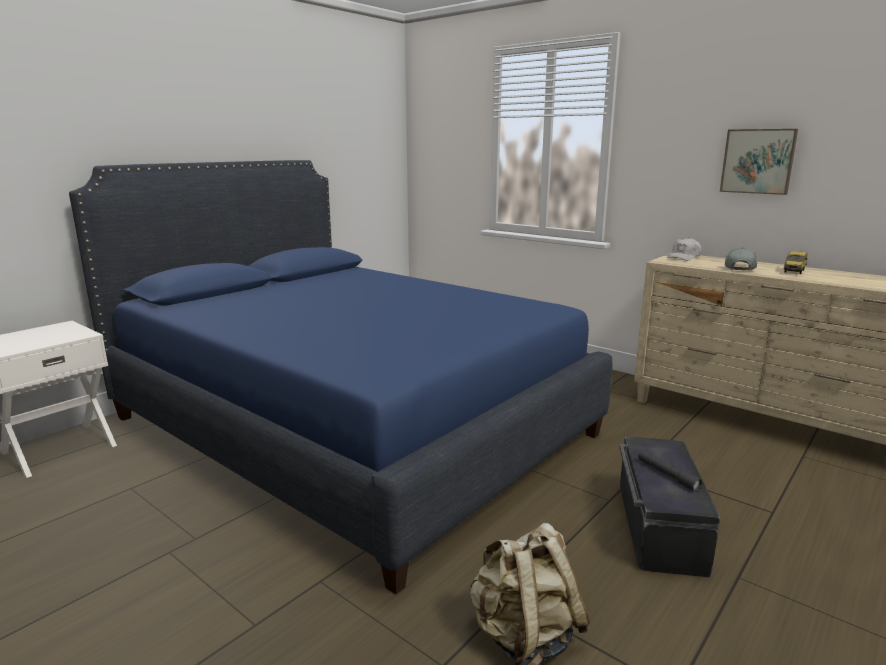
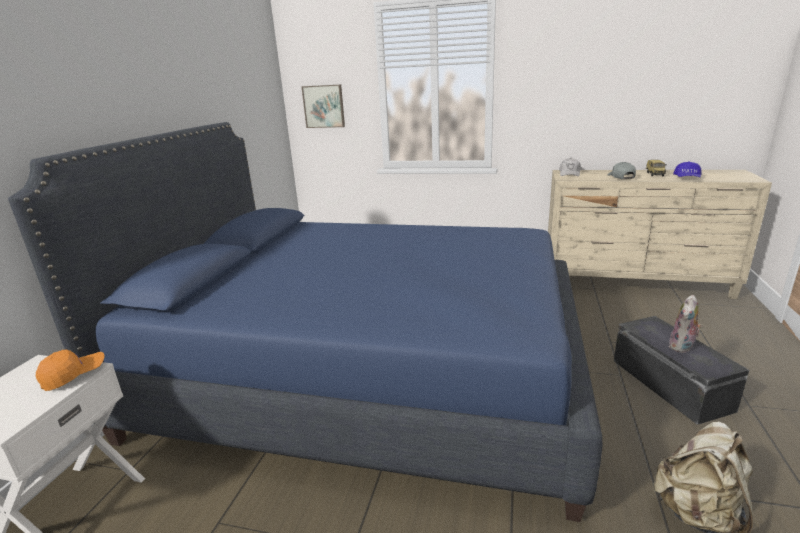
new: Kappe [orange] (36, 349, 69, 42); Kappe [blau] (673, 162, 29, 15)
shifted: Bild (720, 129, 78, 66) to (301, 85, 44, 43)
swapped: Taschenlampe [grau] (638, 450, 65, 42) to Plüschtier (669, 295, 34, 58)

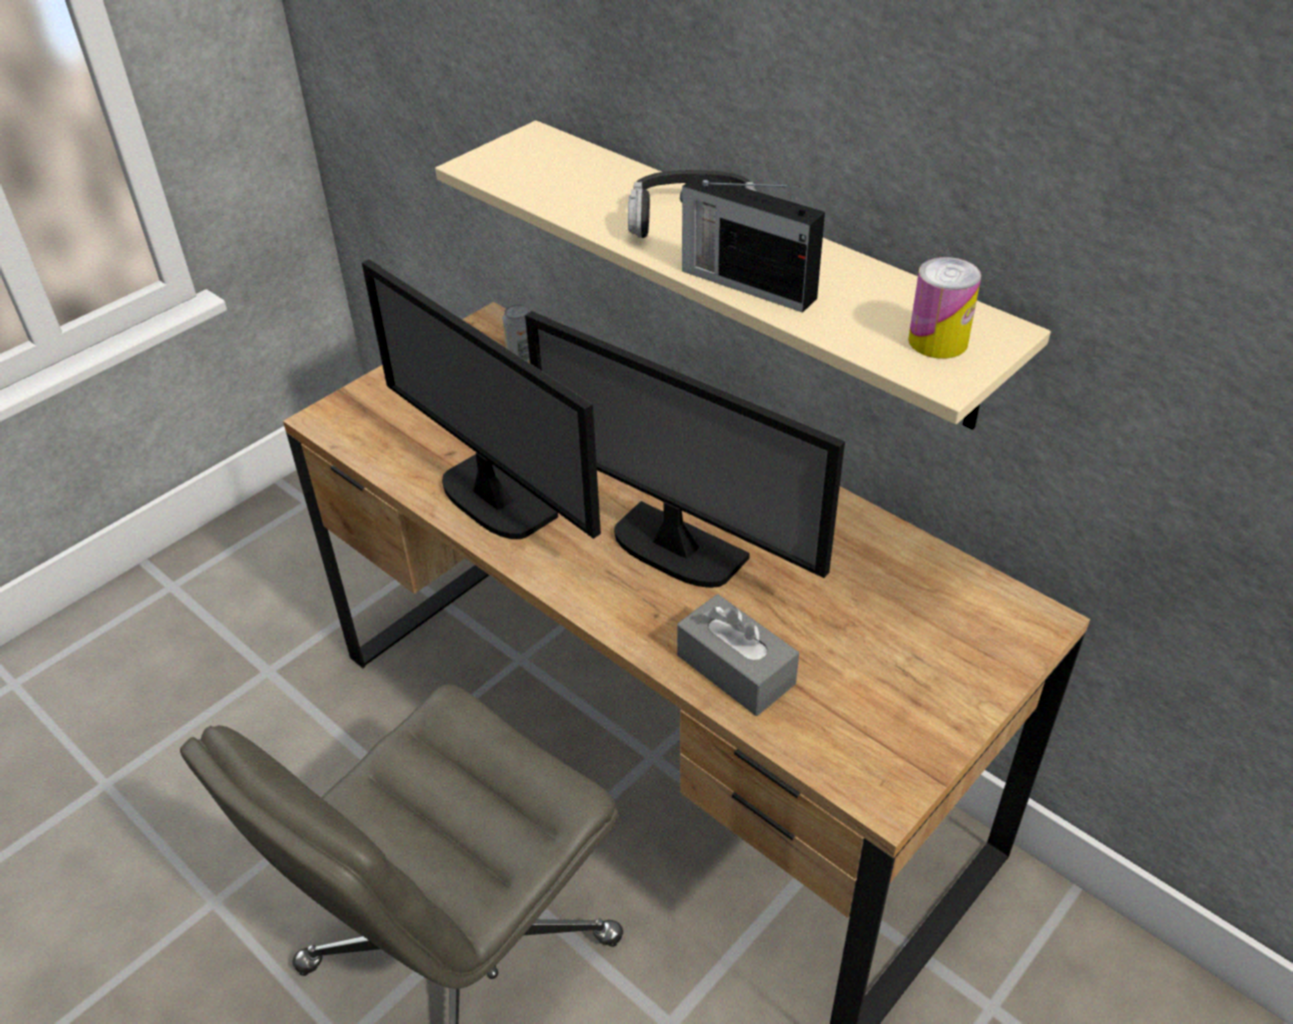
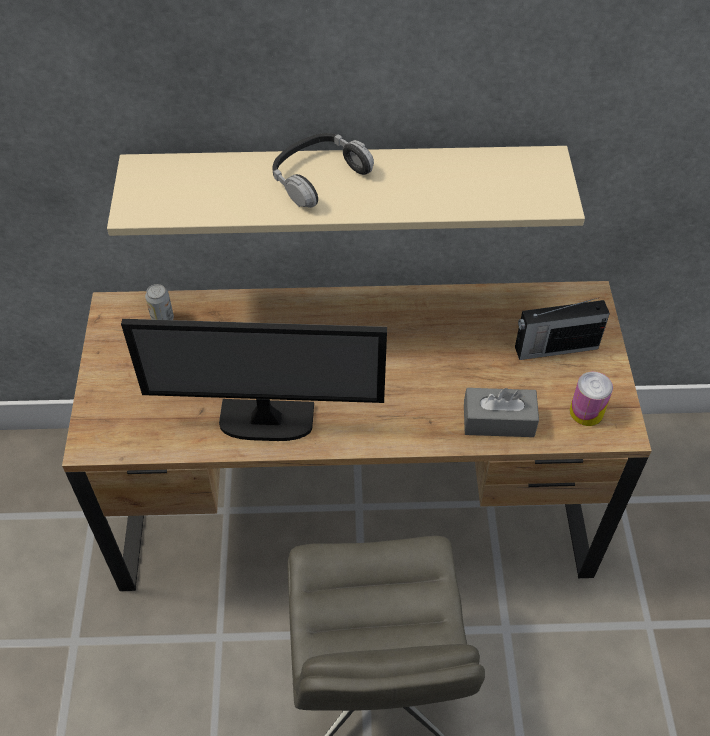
gone: Monitor (525, 311, 320, 277)
shifted: Radio (680, 174, 145, 139) to (515, 298, 95, 62); Dose (908, 257, 73, 102) to (570, 372, 43, 54)

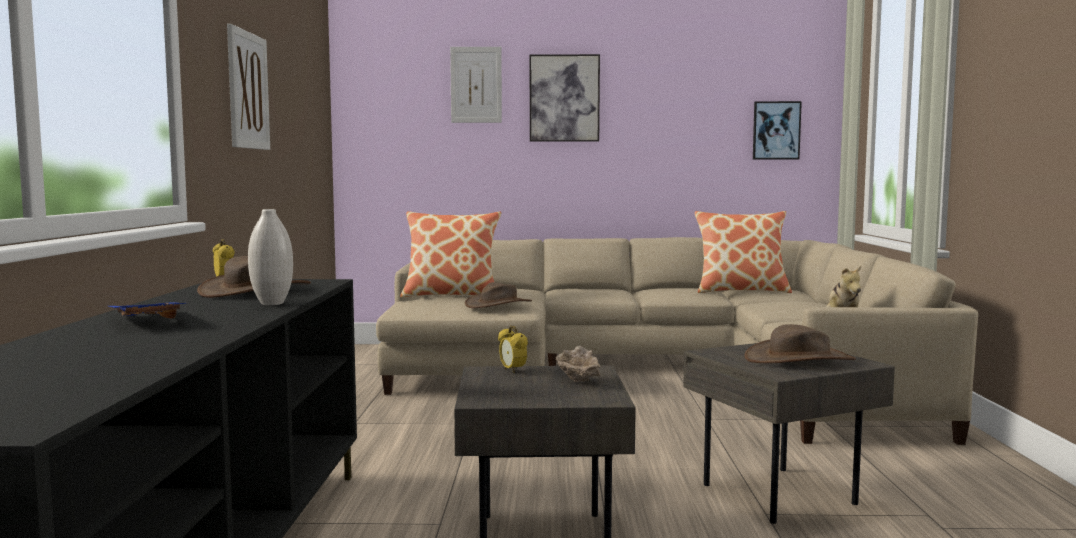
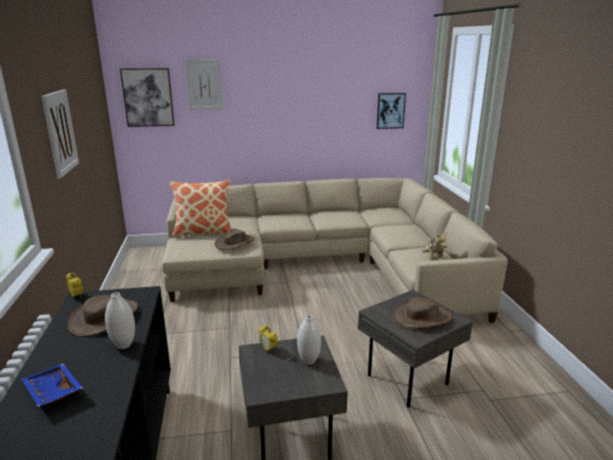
gone: Kissen (695, 211, 97, 82)
shifted: Bild (530, 54, 70, 88) to (120, 68, 54, 59)
swapped: Schüssel [beige] (556, 346, 44, 36) to Vase [weiß] (297, 315, 24, 50)

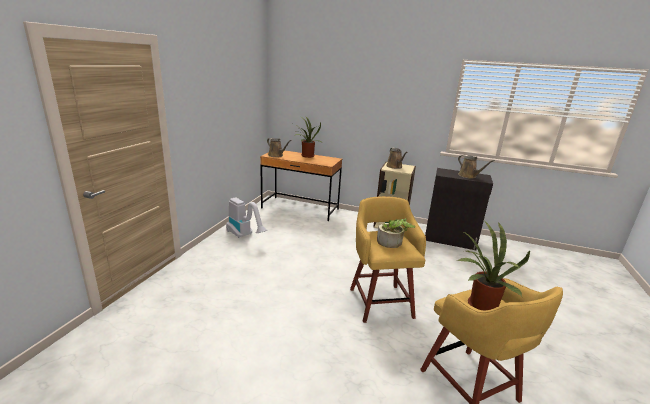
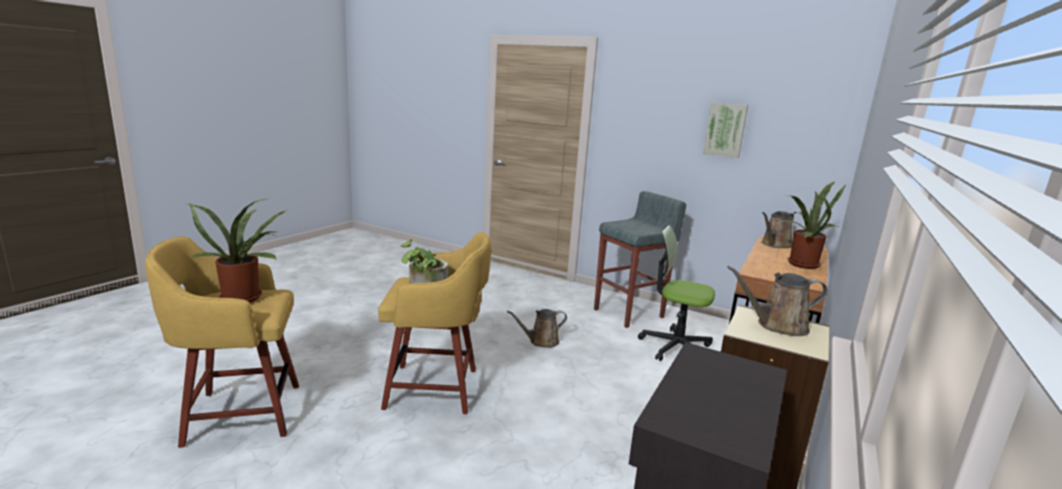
new: Bürostuhl (638, 225, 77, 136); Bild (703, 103, 45, 55)
shifted: Gießkanne [braun] (458, 155, 37, 24) to (507, 309, 60, 39)
swapped: Staubsauger (226, 197, 41, 41) to Hocker [grau] (594, 191, 92, 137)

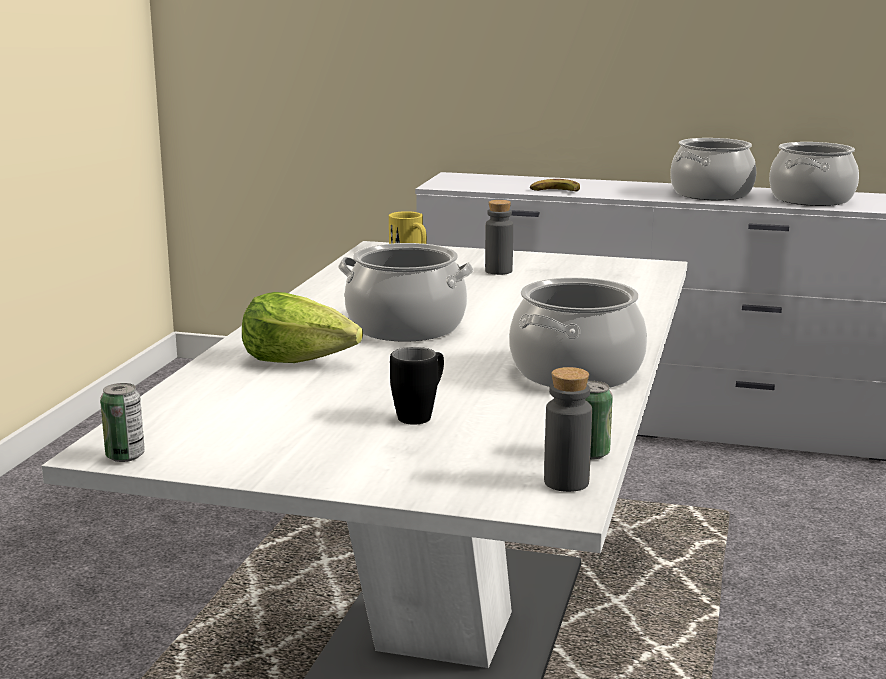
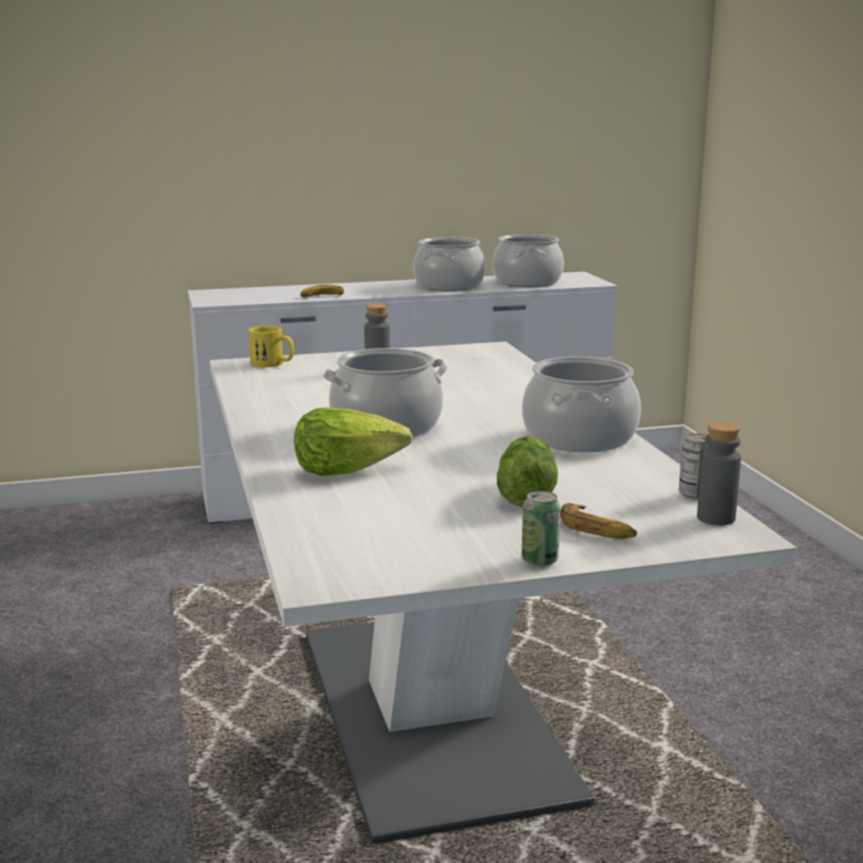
new: Banane (560, 503, 77, 36)
shifted: Dose (100, 383, 45, 79) to (522, 491, 38, 76)
swapped: Henkelbecher [schwarz] (390, 347, 54, 78) to Salatkopf (497, 436, 61, 71)

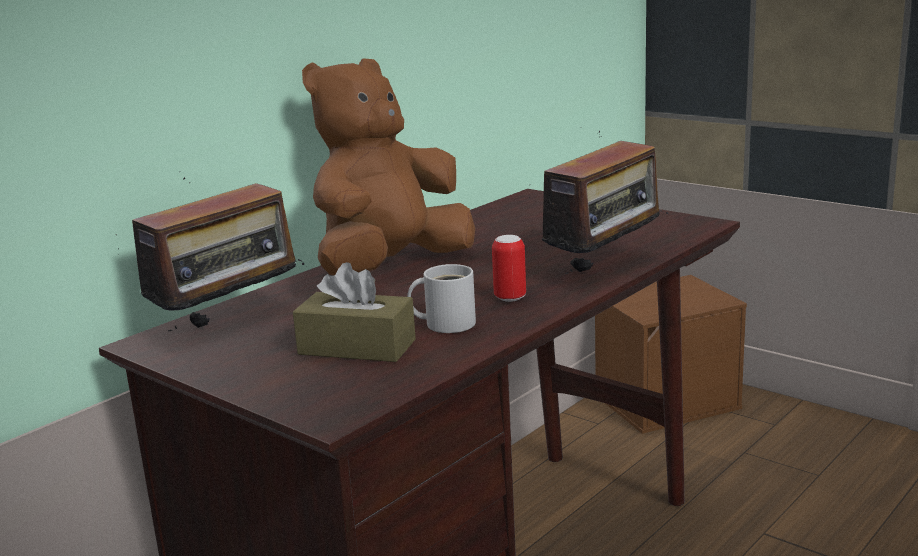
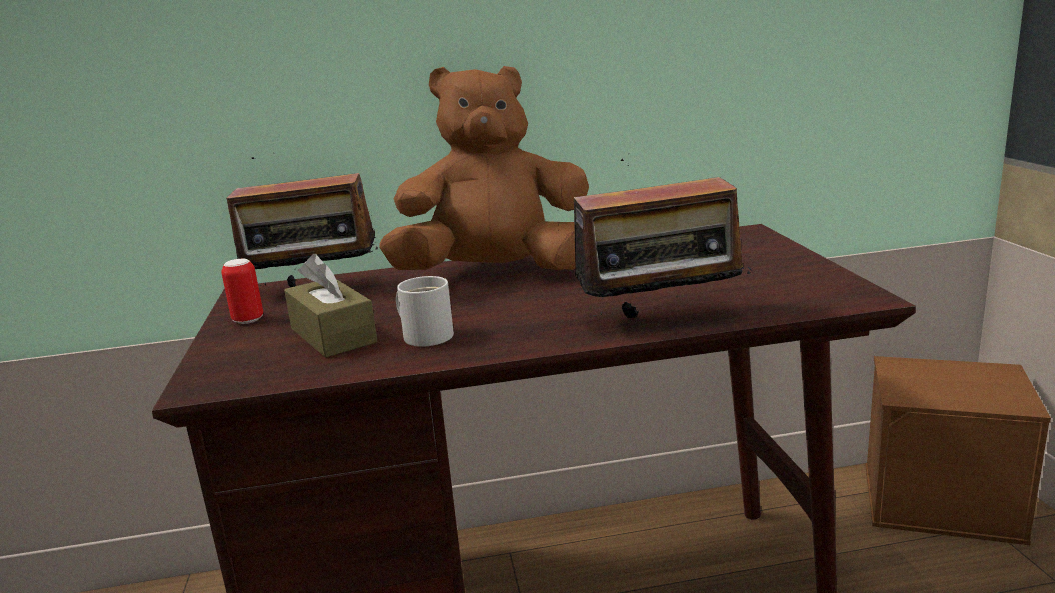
shifted: Dose (492, 235, 34, 67) to (222, 259, 41, 65)

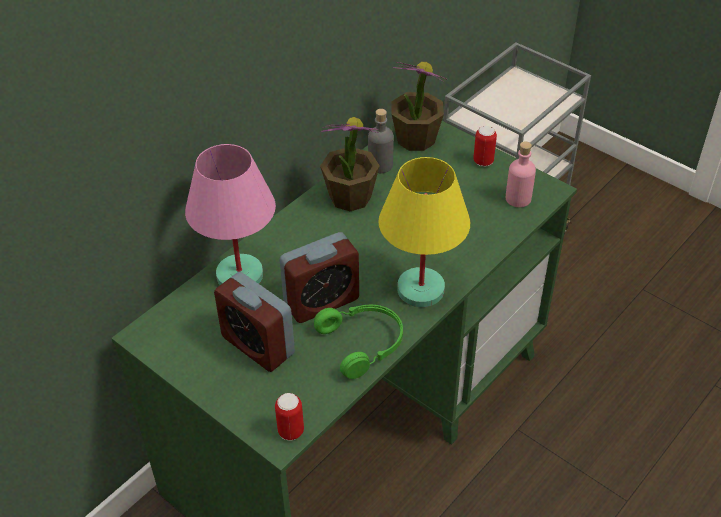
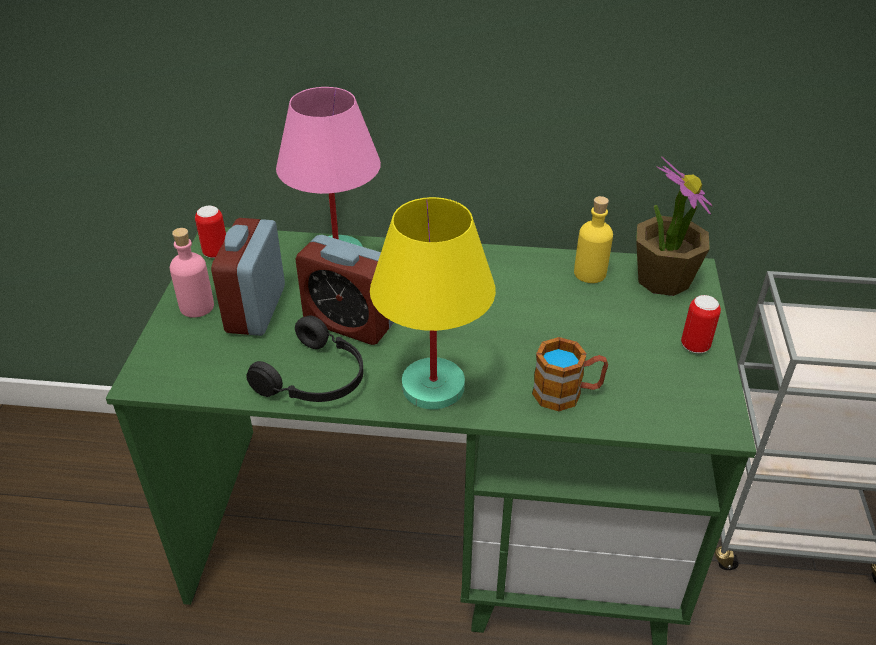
gone: Topfpflanze (320, 117, 60, 94)
new: Henkelbecher (532, 337, 76, 74)
shifted: Dose (275, 393, 29, 47) to (195, 206, 31, 52); Flasche [rosa] (505, 141, 31, 66) to (170, 228, 44, 90)
repainted: Kopfhörer [grün] (314, 305, 89, 74) to Kopfhörer [schwarz] (246, 315, 118, 87); Flasche [grau] (368, 109, 26, 64) to Flasche [gelb] (574, 196, 39, 87)

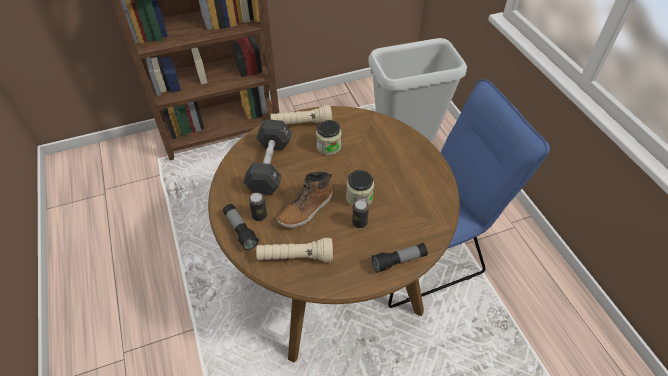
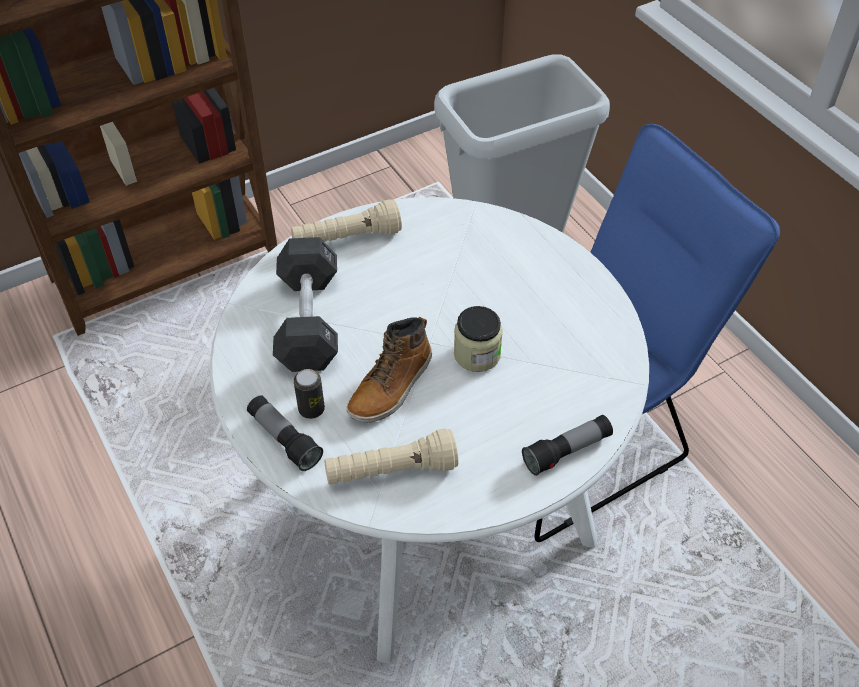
gone: Vorratsglas (316, 120, 26, 35); Dose (352, 200, 17, 28)
repainted: Esstisch [braun] (208, 106, 252, 257) to Esstisch [weiß] (210, 197, 439, 466)

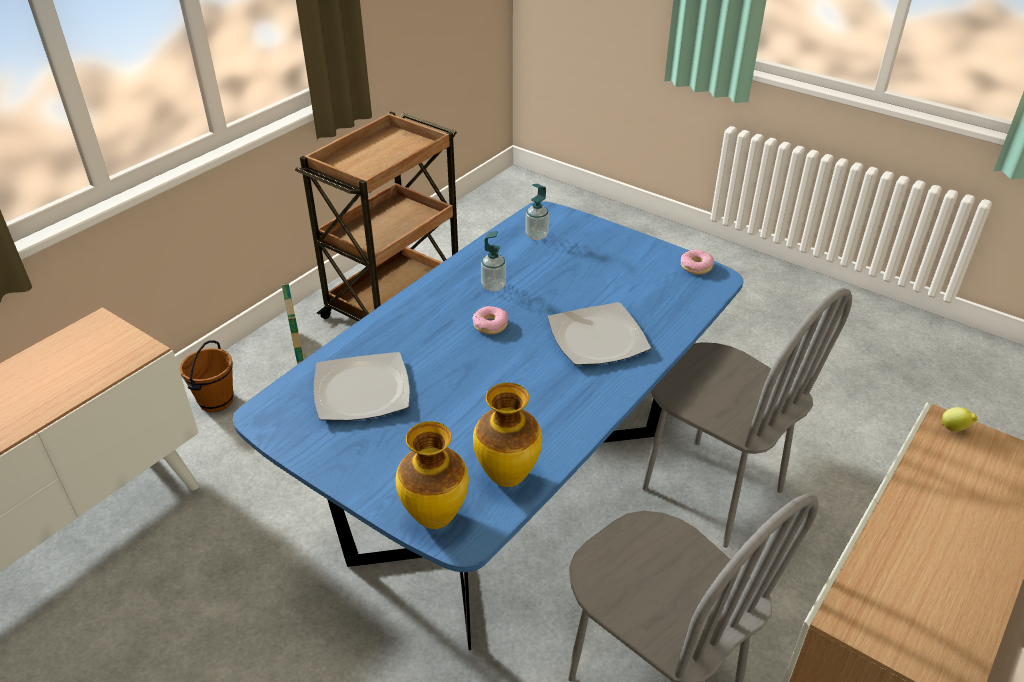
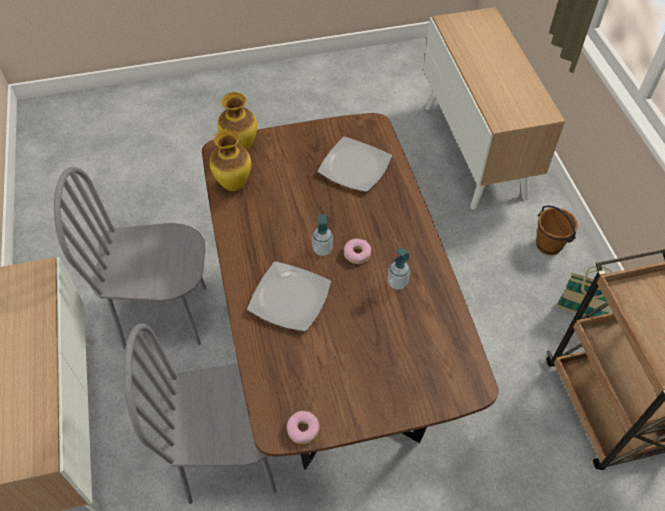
gone: Zitrone (941, 407, 37, 25)
shifted: Seifenspender (525, 184, 24, 56) to (312, 214, 21, 42)
repainted: Esstisch [blau] (233, 201, 510, 449) to Esstisch [braun] (202, 113, 297, 357)

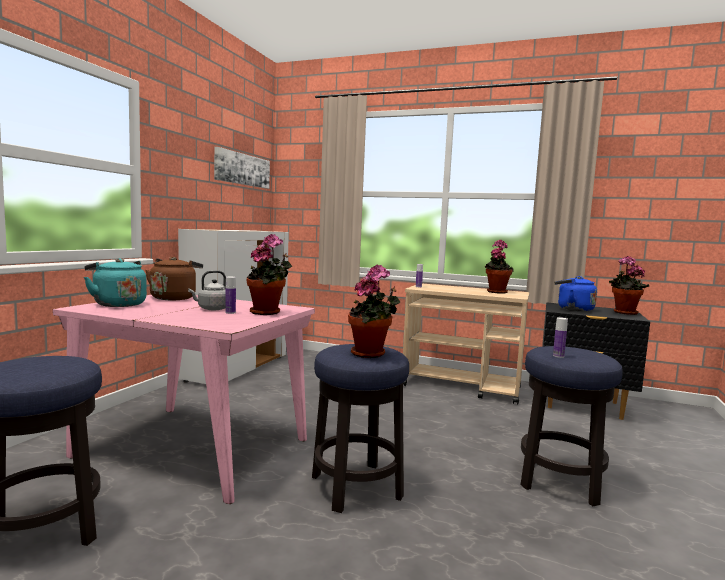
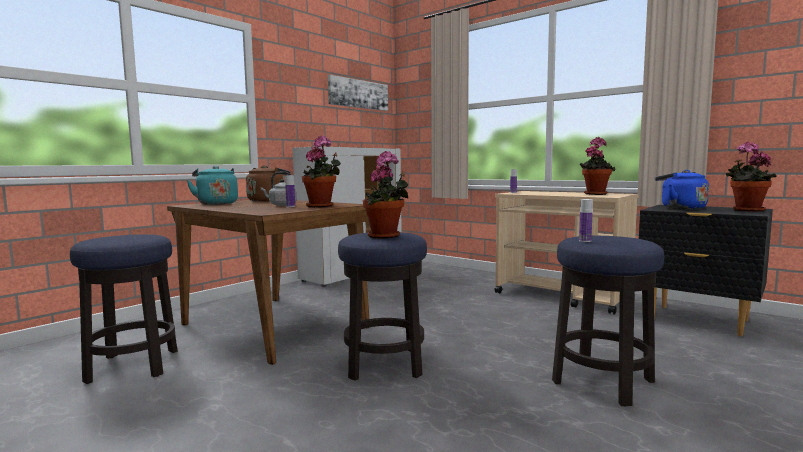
repainted: Esstisch [rosa] (53, 295, 262, 209) to Esstisch [braun] (167, 200, 203, 165)

